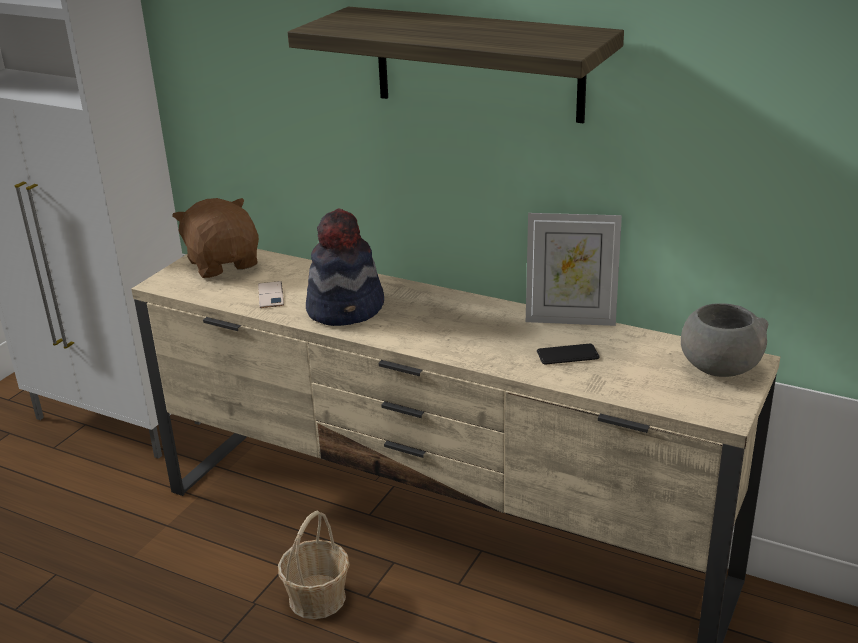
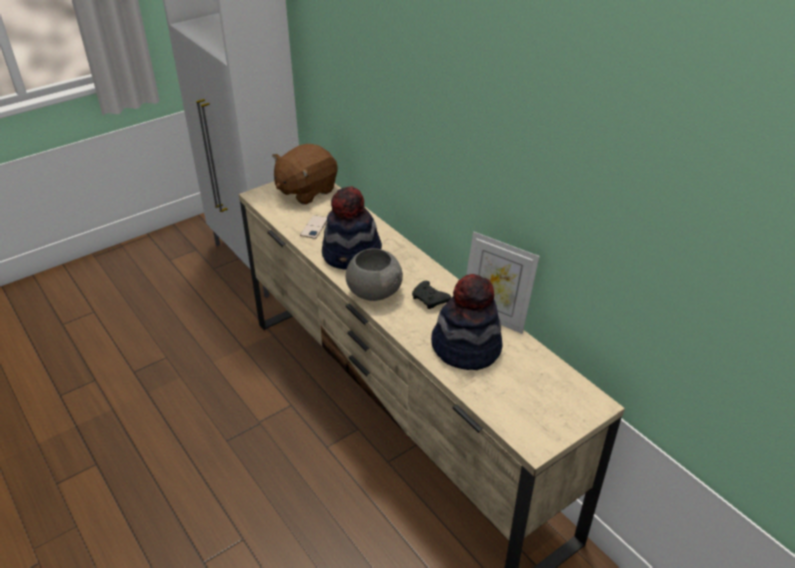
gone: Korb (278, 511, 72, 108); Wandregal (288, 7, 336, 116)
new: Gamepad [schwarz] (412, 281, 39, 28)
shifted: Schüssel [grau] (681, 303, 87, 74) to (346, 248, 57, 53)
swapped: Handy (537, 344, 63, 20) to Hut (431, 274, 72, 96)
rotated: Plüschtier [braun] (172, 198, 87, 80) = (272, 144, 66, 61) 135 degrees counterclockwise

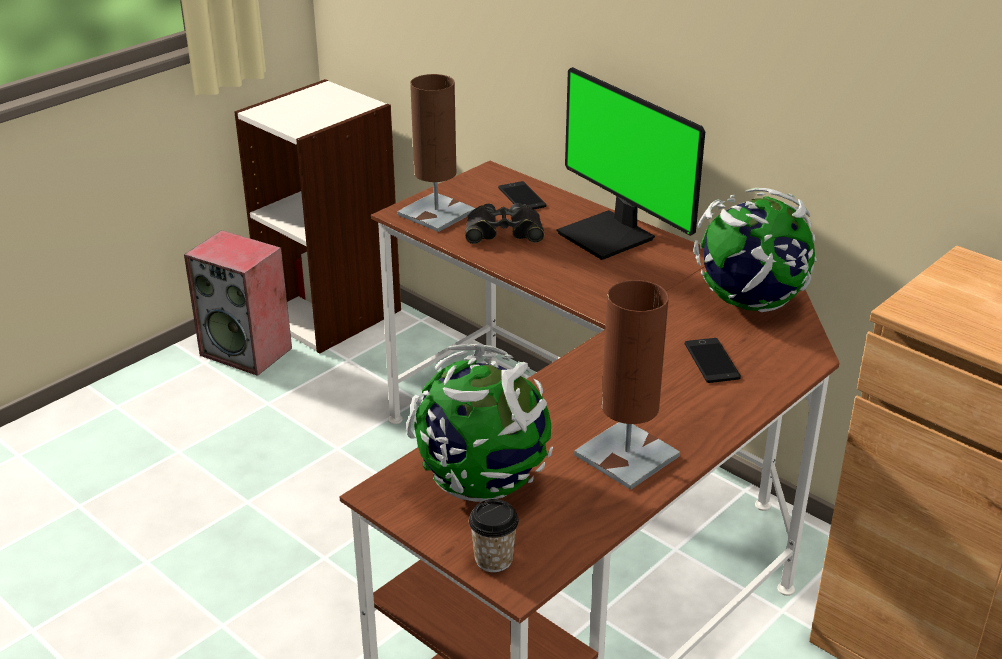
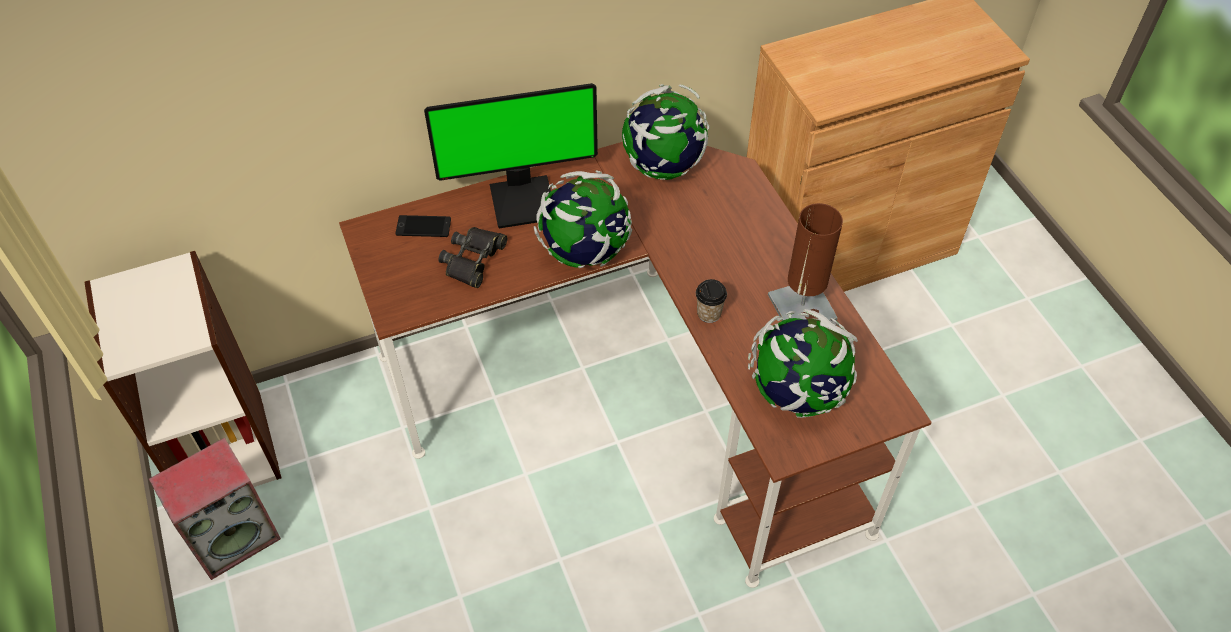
gone: Tischlampe [braun] (397, 74, 78, 158); Handy (685, 338, 56, 45)
new: Globus (534, 170, 98, 98)
shifted: Tasse (469, 499, 50, 73) to (696, 279, 31, 44)

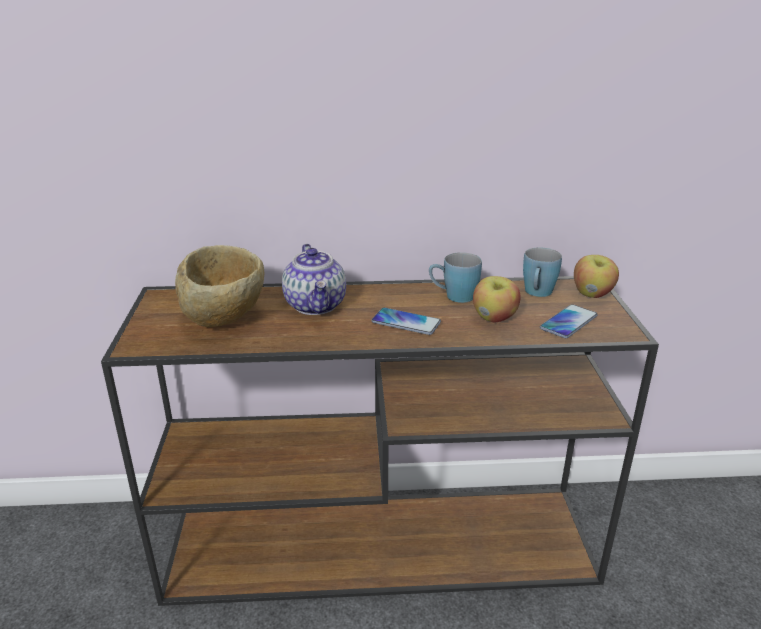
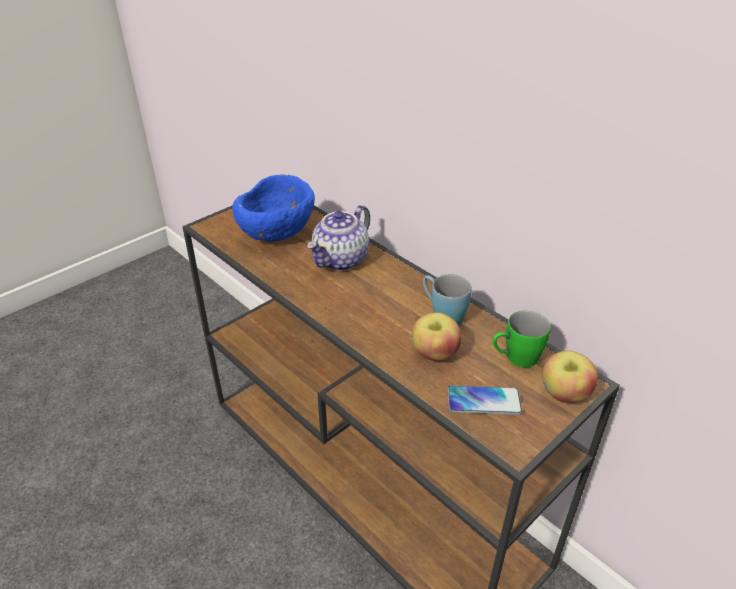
gone: Handy (371, 308, 70, 27)
repainted: Schüssel [beige] (175, 245, 90, 82) to Schüssel [blau] (232, 174, 83, 68); Henkelbecher [blau] (523, 247, 39, 50) to Henkelbecher [grün] (493, 310, 58, 58)

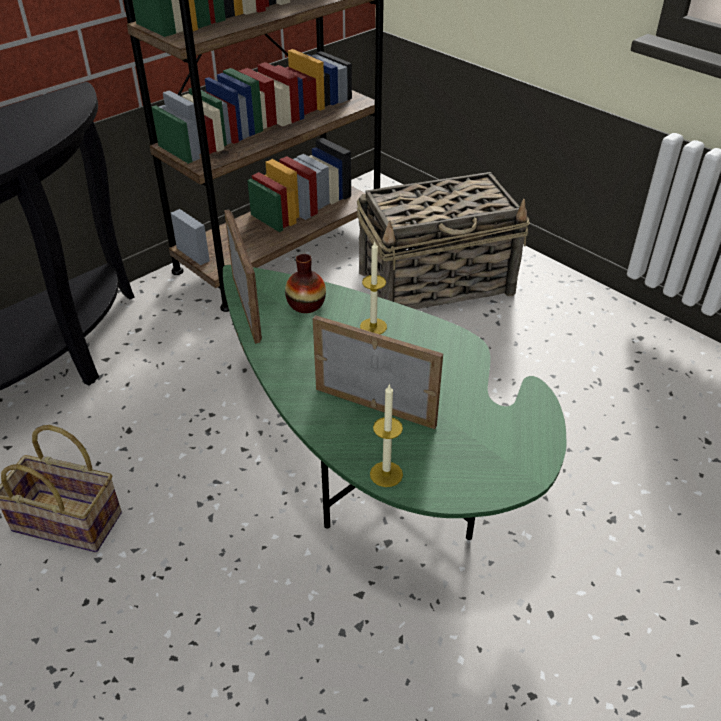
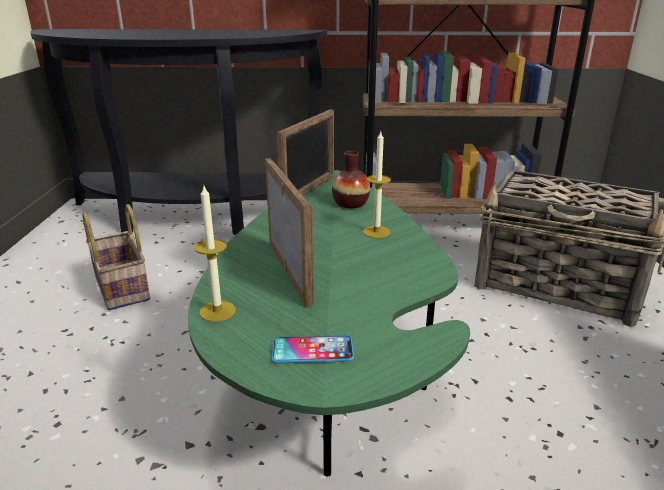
new: Handy (271, 335, 83, 28)

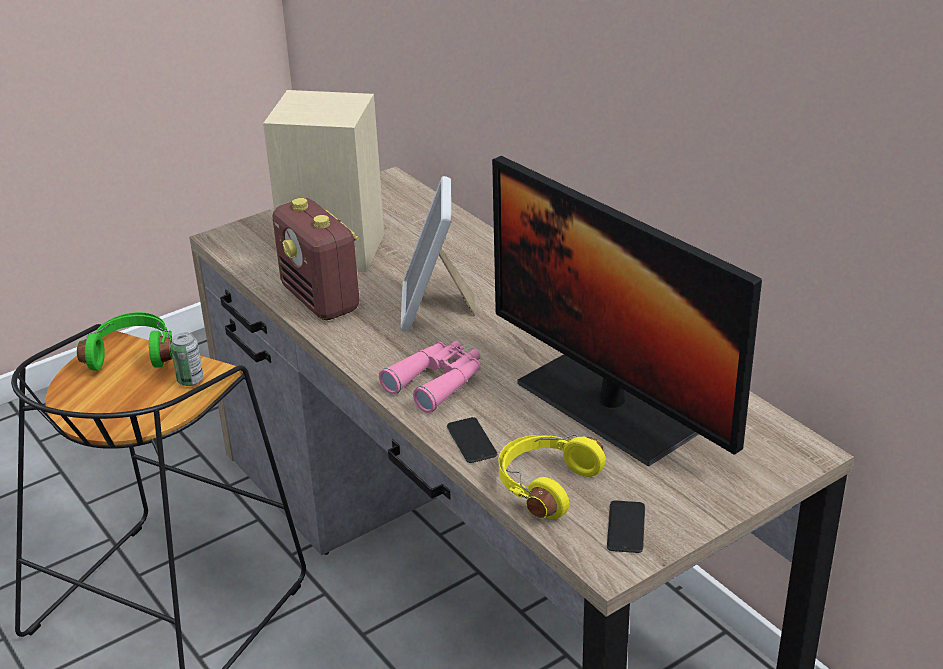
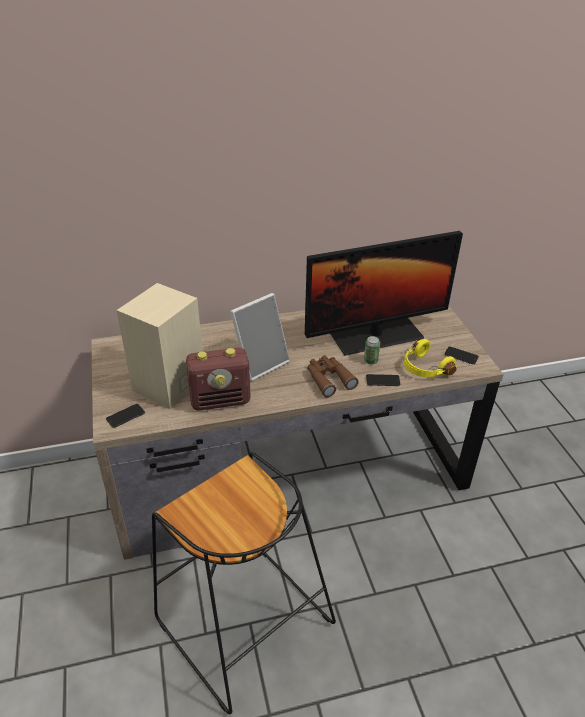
gone: Kopfhörer [grün] (77, 312, 96, 59)
new: Handy (106, 404, 39, 24)
shifted: Dose (170, 332, 33, 54) to (364, 336, 16, 28)
repainted: Fernglas [rosa] (379, 341, 102, 72) to Fernglas [braun] (307, 355, 52, 42)
rotated: Bilderrahmen (400, 176, 75, 155) = (230, 293, 60, 88) 60 degrees counterclockwise

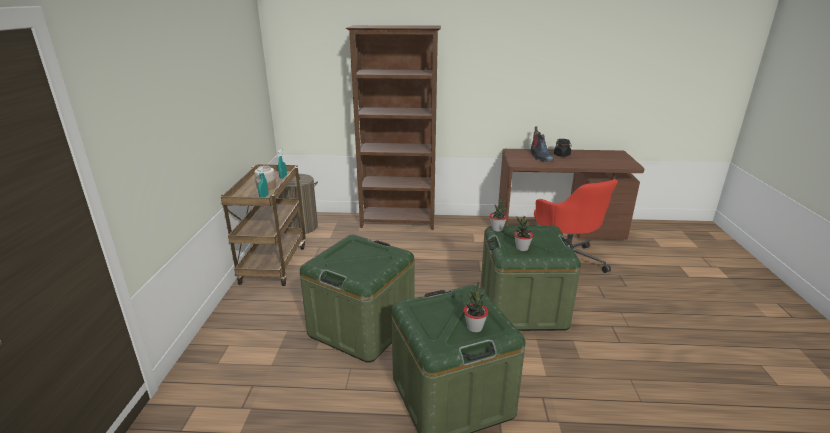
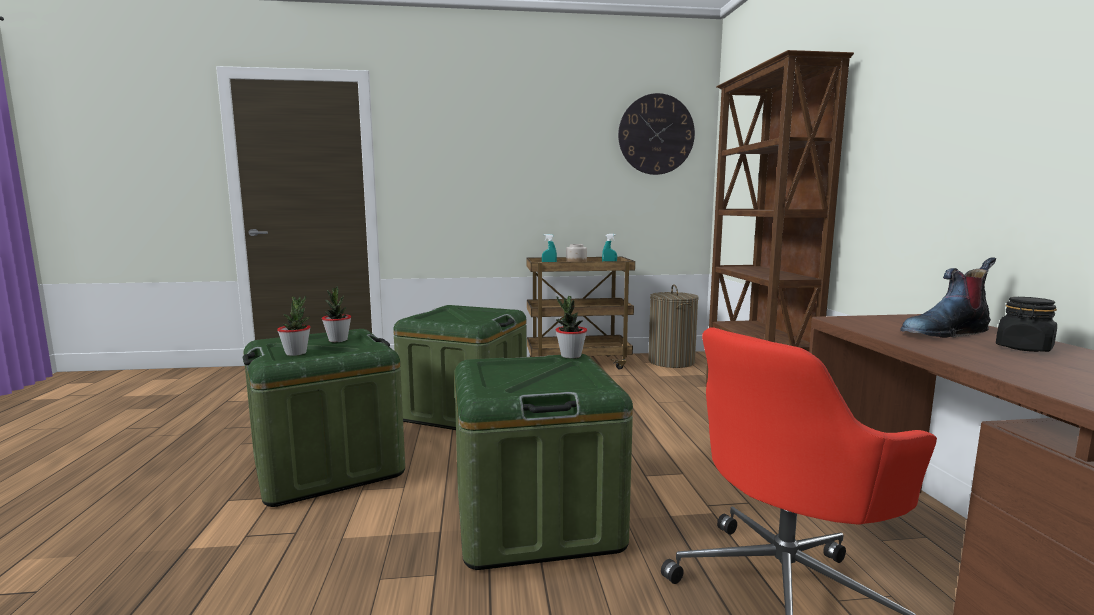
new: Wanduhr (618, 93, 77, 82)
shifted: Topfpflanze (514, 216, 19, 35) to (322, 286, 29, 56)

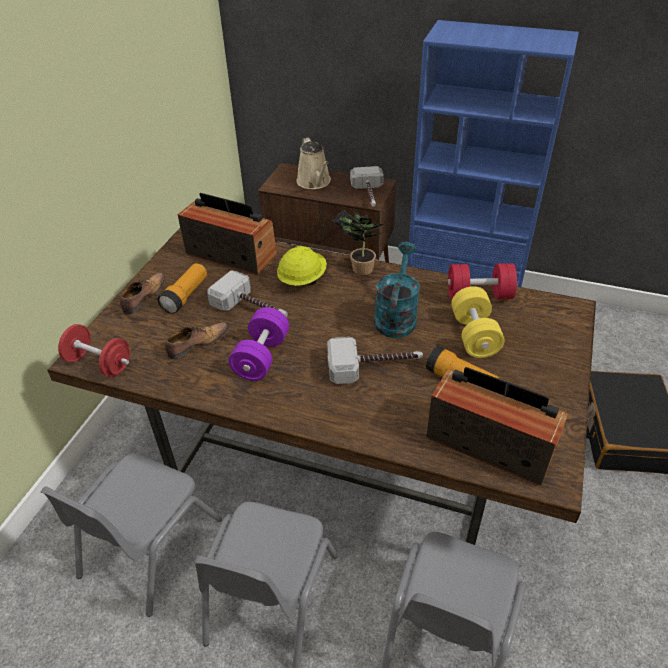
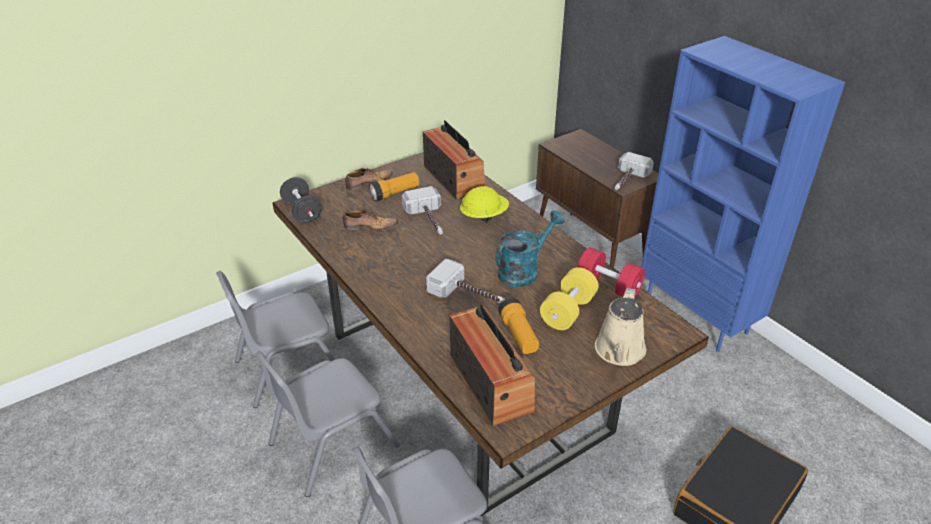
gone: Hantel [lila] (229, 307, 60, 74); Topfpflanze (333, 210, 51, 65)
shifted: Gießkanne [beige] (297, 137, 34, 52) to (595, 288, 51, 78)
repainted: Hantel [rot] (58, 324, 72, 53) to Hantel [schwarz] (280, 177, 42, 46)

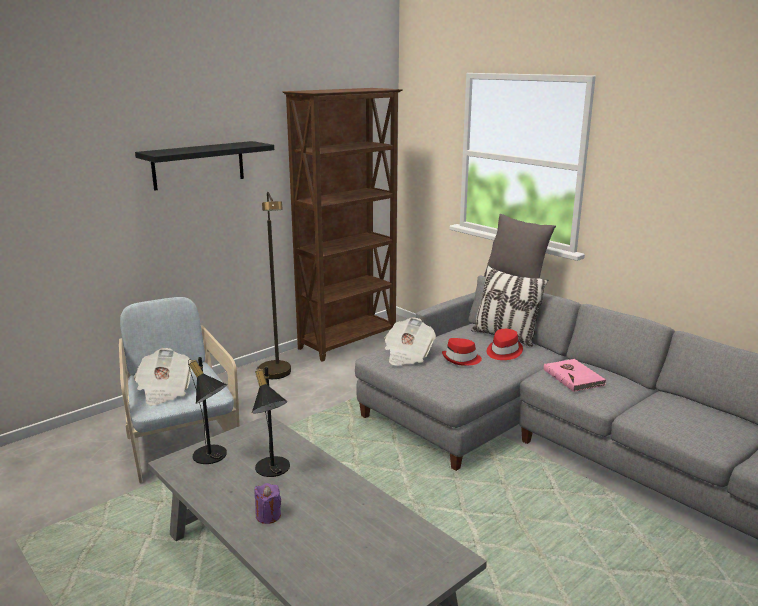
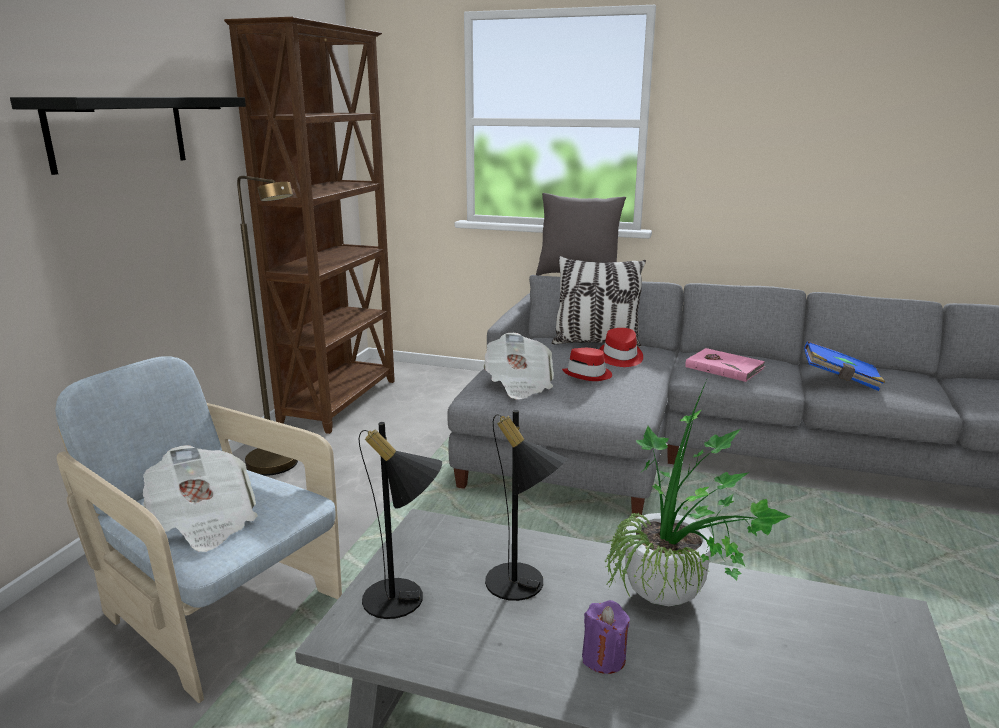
new: Topfpflanze (605, 380, 186, 226); Buch [blau] (804, 341, 81, 50)

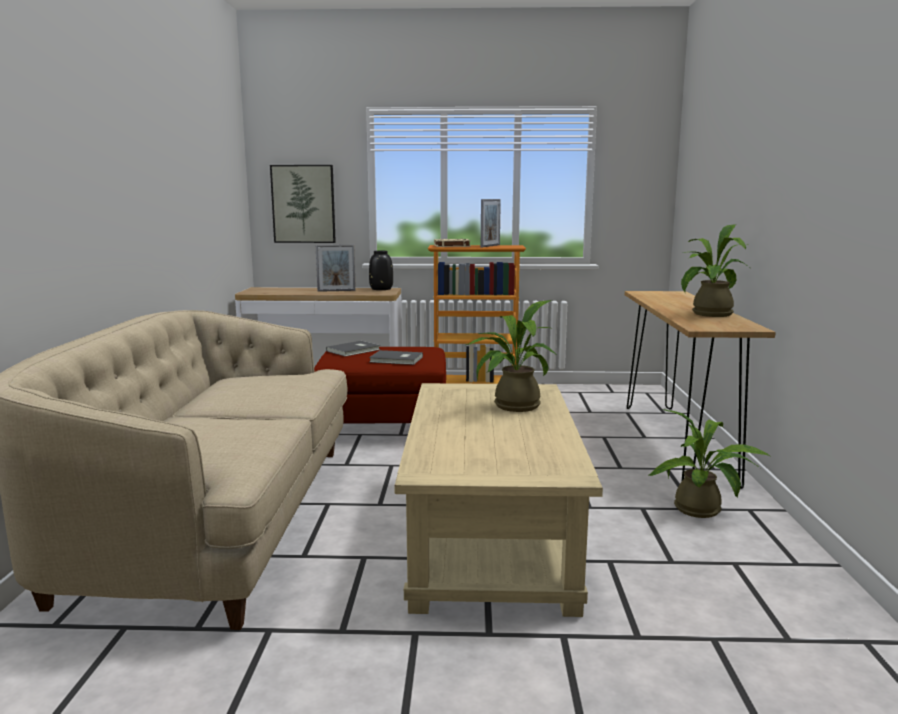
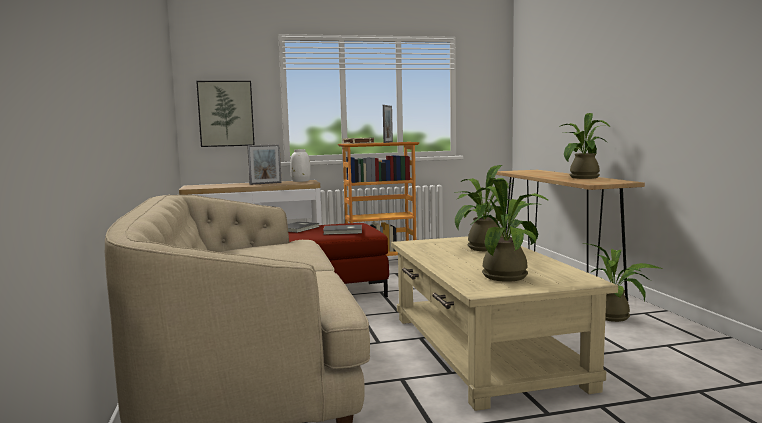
new: Topfpflanze (470, 179, 79, 103)
repainted: Vase [schwarz] (369, 251, 24, 39) to Vase [weiß] (290, 149, 21, 33)

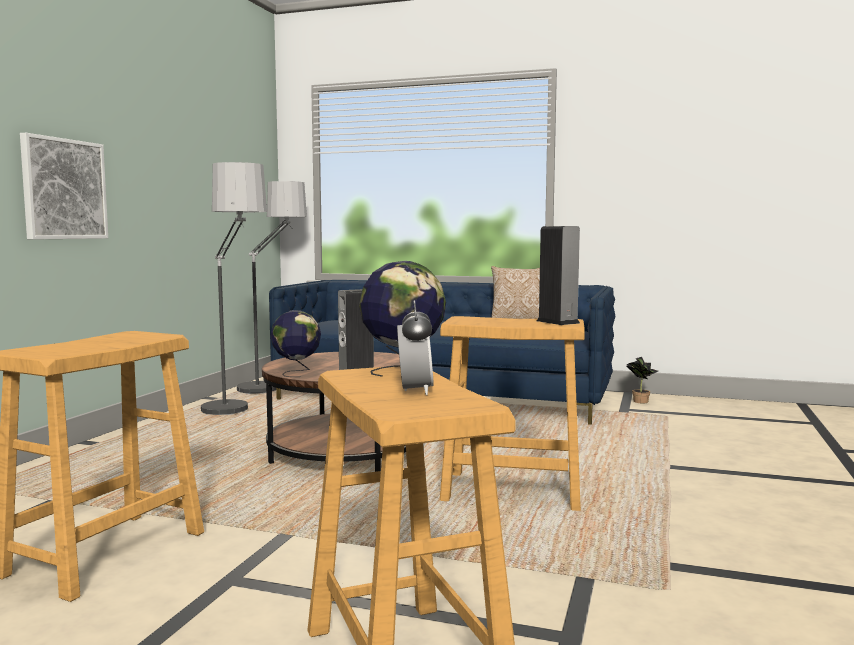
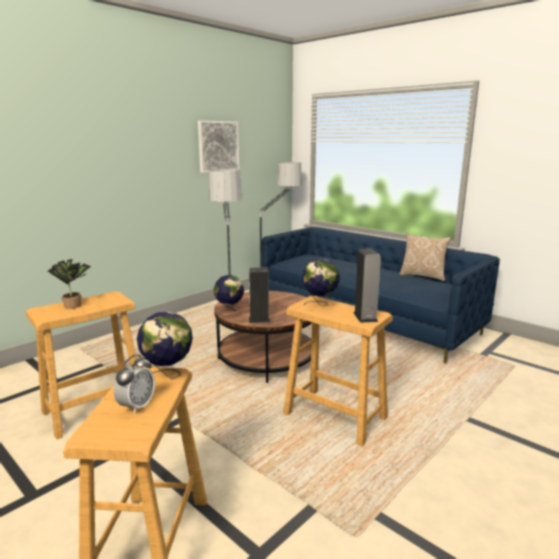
new: Globus (302, 259, 38, 47)
shifted: Bild (20, 133, 88, 107) to (198, 121, 41, 52); Topfpflanze (626, 357, 32, 46) to (48, 259, 43, 50)

